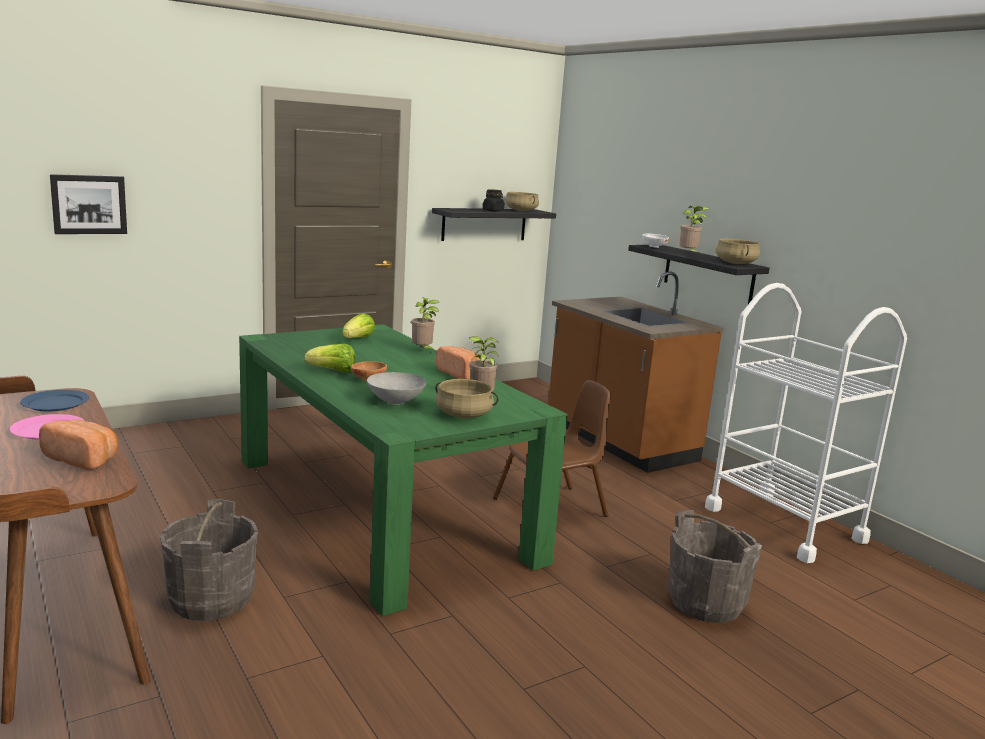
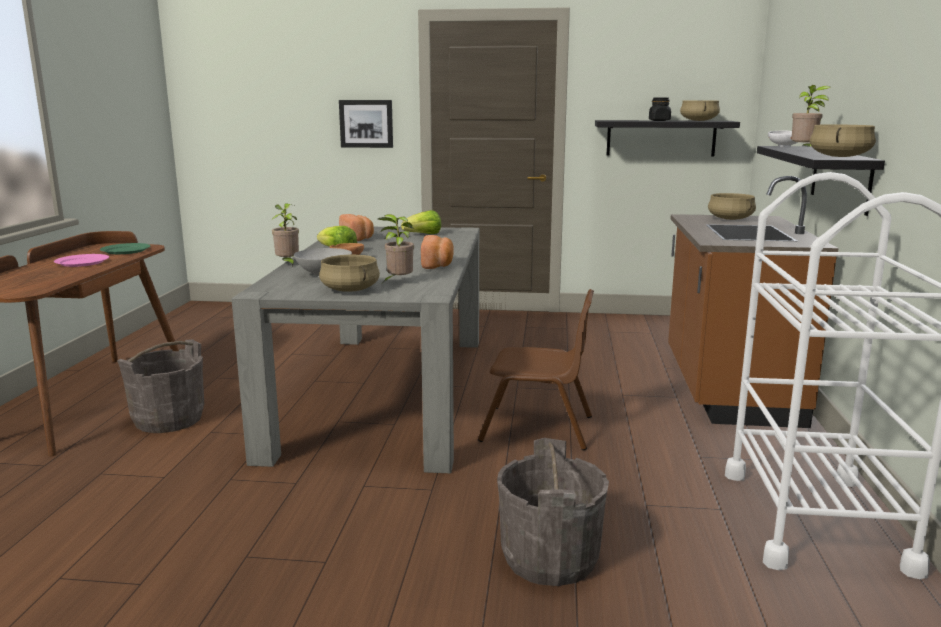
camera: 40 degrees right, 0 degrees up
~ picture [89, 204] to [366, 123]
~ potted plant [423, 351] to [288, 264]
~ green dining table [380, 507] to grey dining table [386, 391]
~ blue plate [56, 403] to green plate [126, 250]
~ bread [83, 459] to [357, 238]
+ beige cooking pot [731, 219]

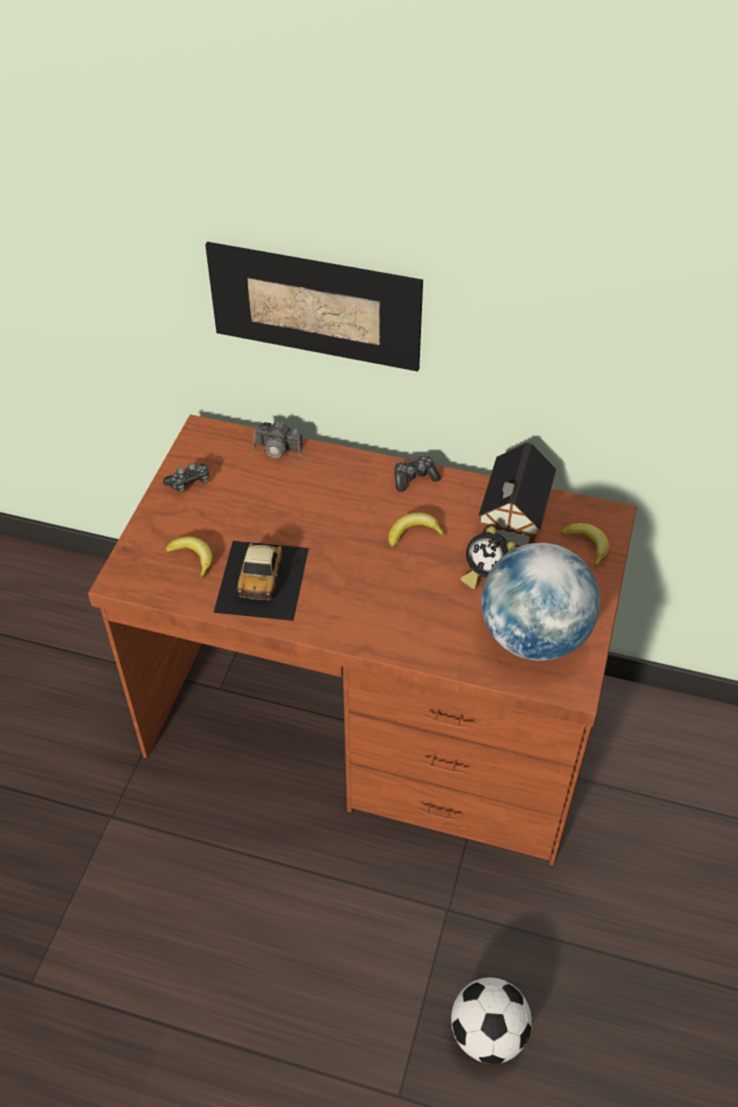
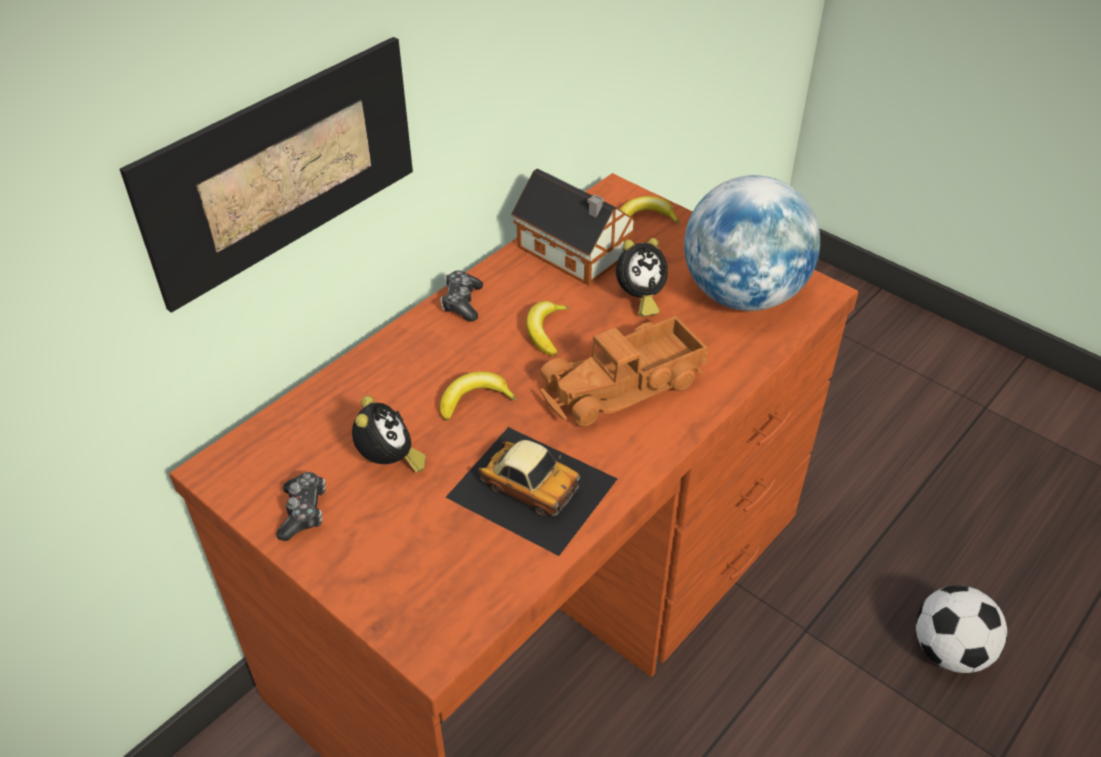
camera: 65 degrees left, 5 degrees down
- photo camera [281, 451]
~ banana [193, 558] to [474, 400]
+ toy truck [625, 386]
+ alarm clock [389, 462]

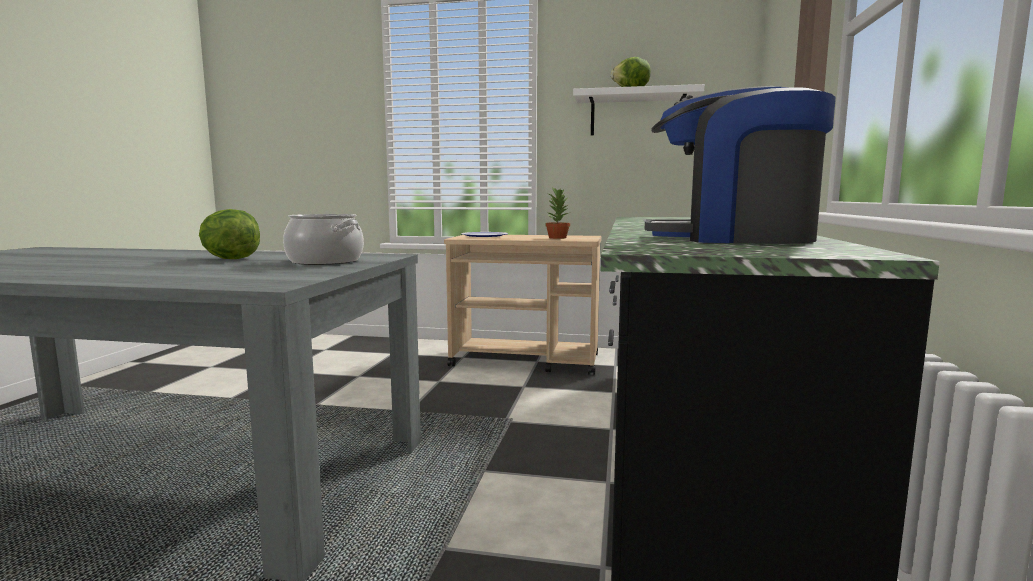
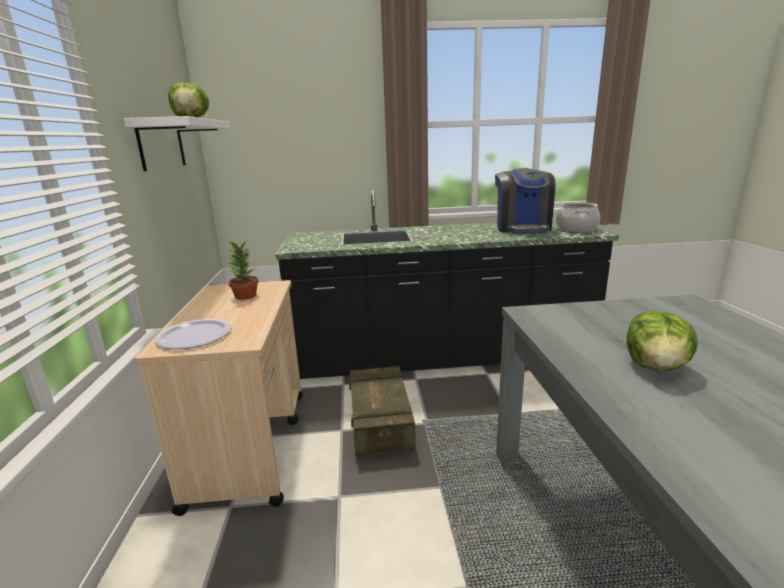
camera: 105 degrees left, 10 degrees up
~ cooking pot [324, 261] to [576, 229]
+ crate [380, 423]

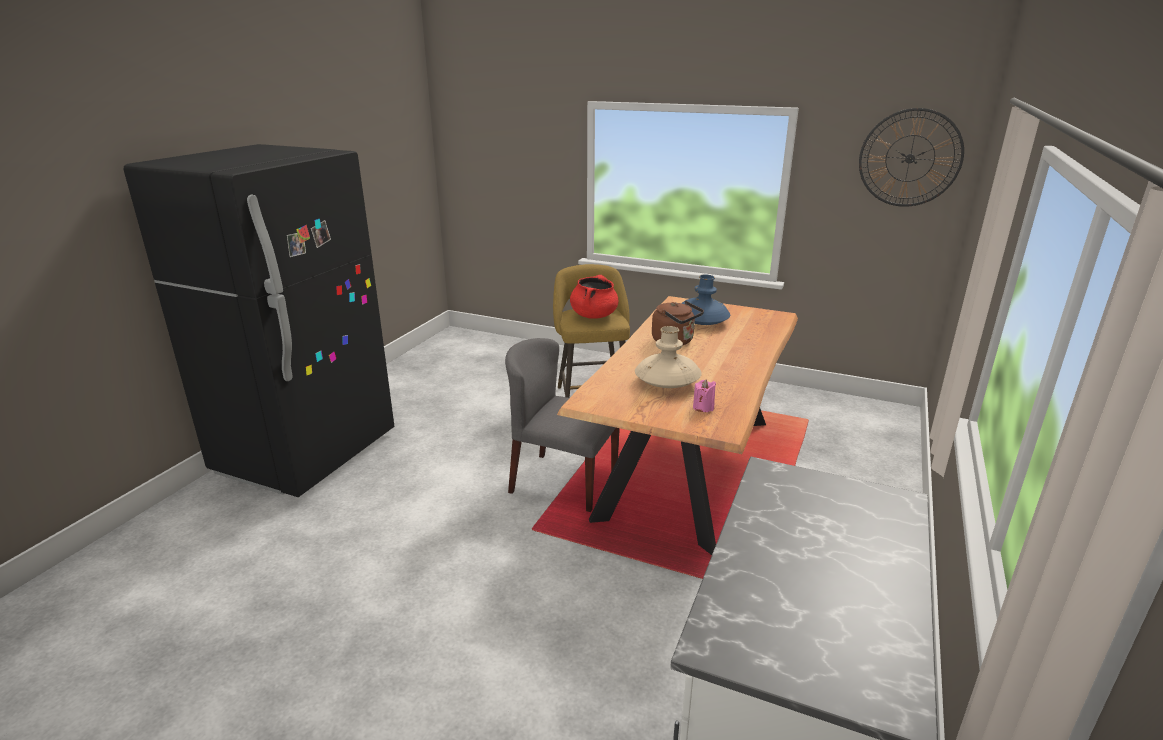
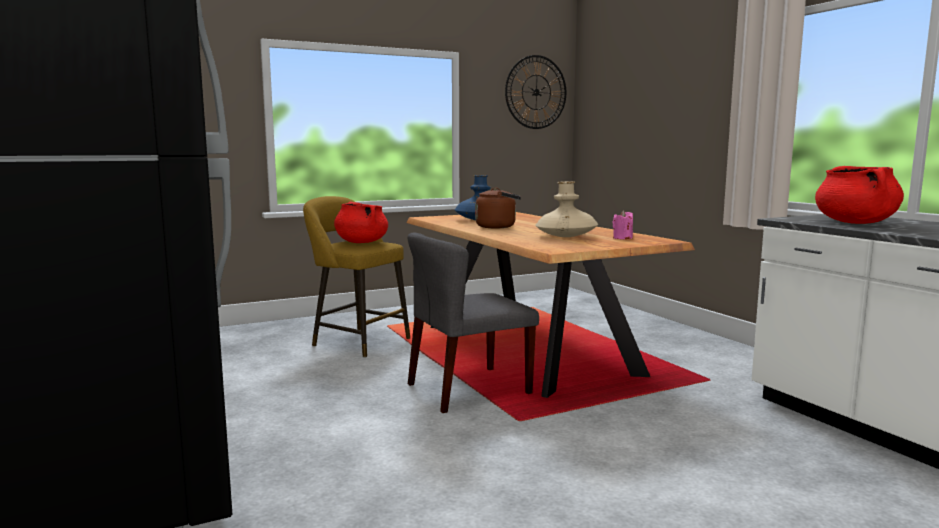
camera: 50 degrees left, 15 degrees down
+ red cooking pot [855, 223]

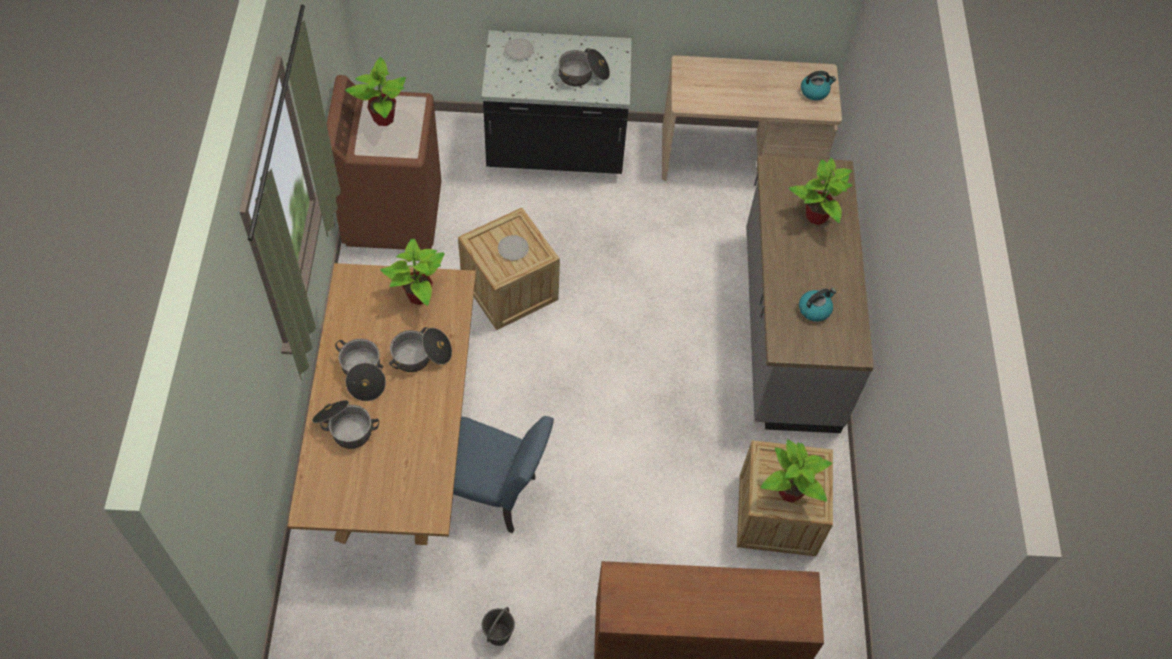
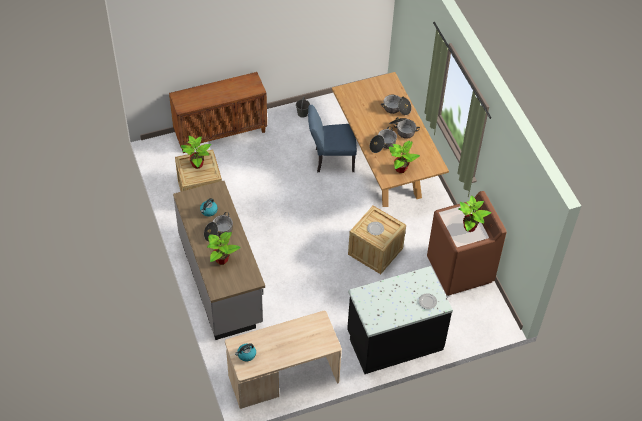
camera: 160 degrees right, 5 degrees down
~ cooking pot [583, 75] to [218, 232]

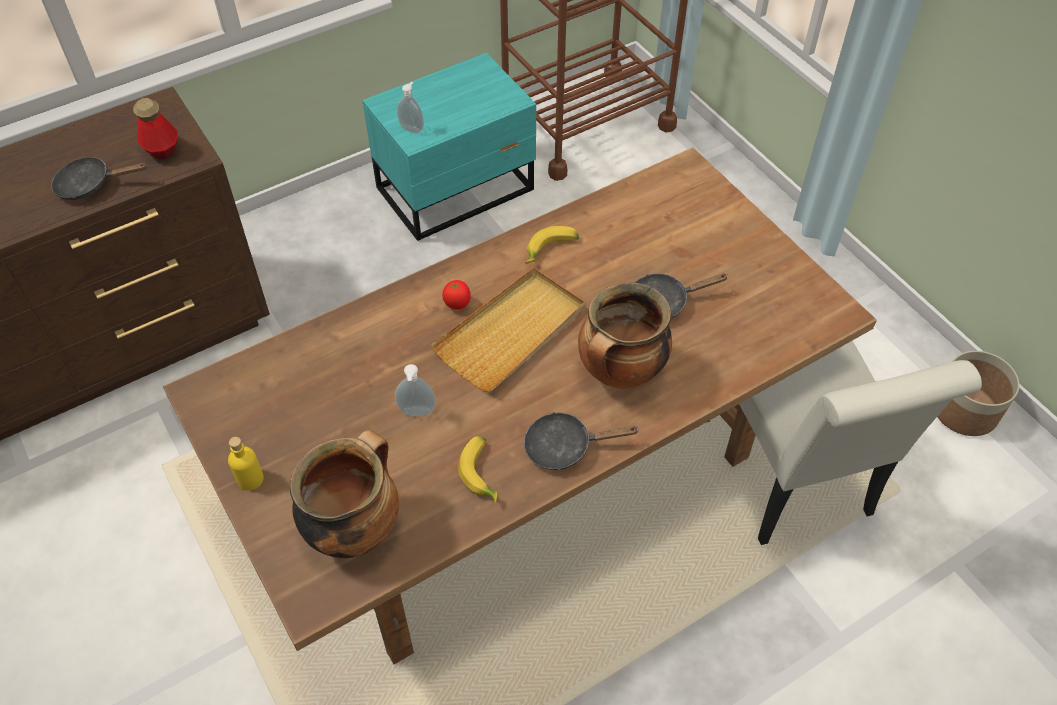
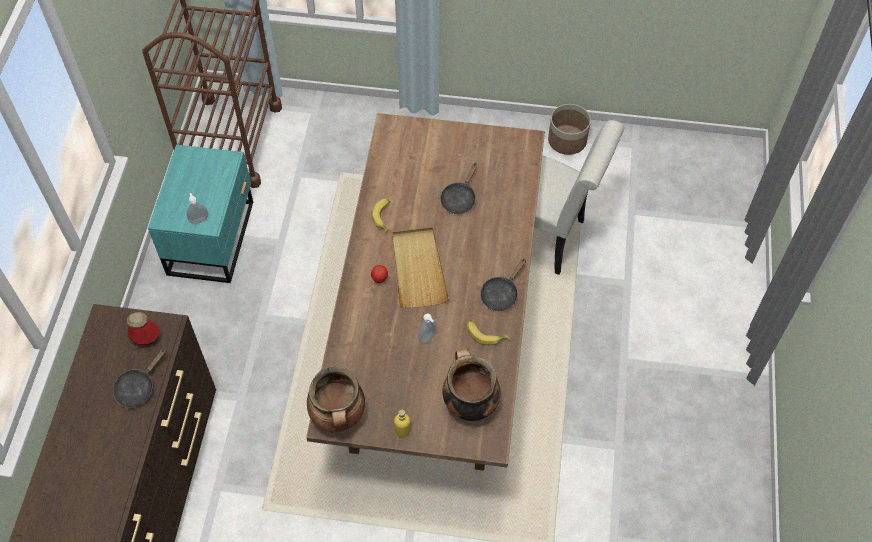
camera: 50 degrees left, 5 degrees up
~ cooking pot [620, 374] to [339, 417]

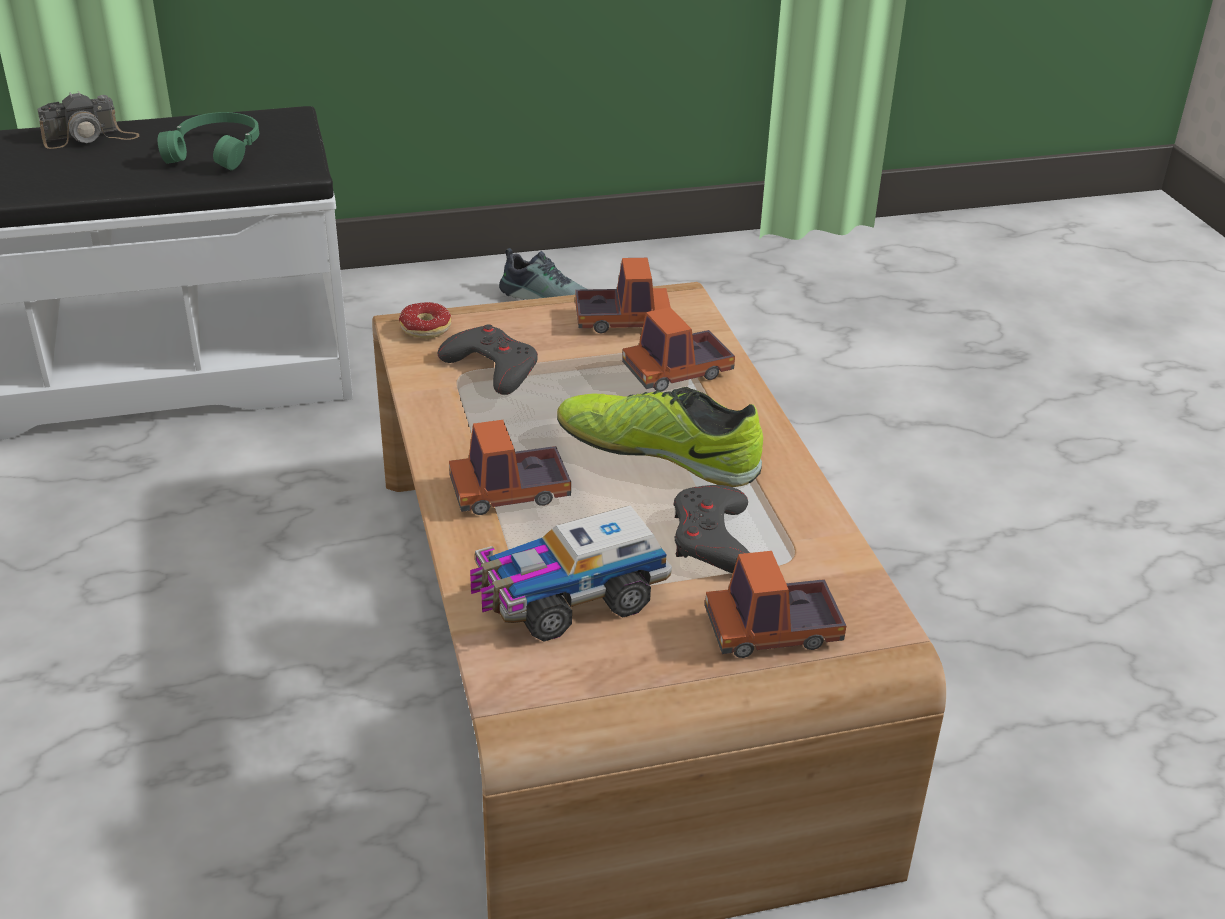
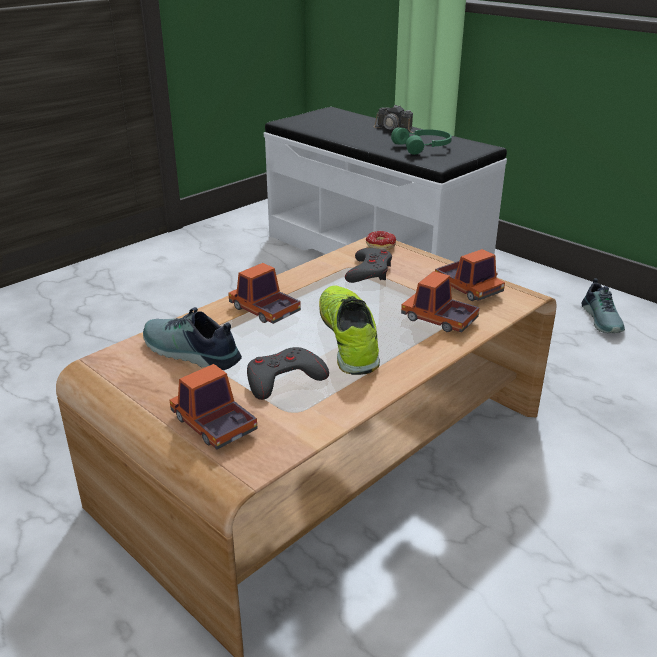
camera: 60 degrees right, 5 degrees down
~ toy truck [568, 599] to shoe [189, 353]

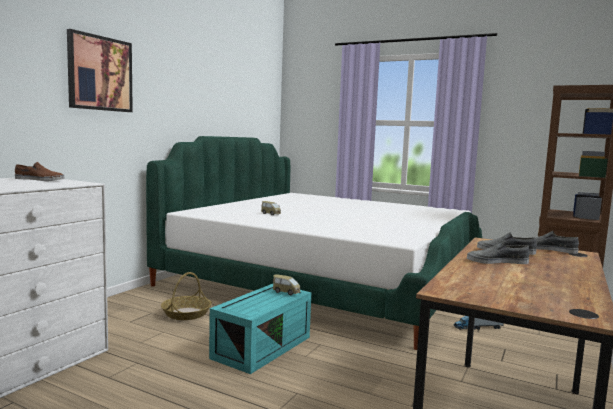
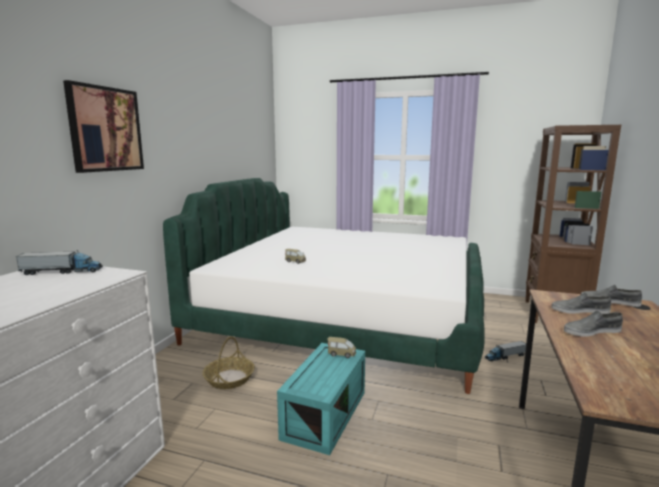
camera: 10 degrees left, 5 degrees up
~ brown shoe [39, 180] to toy truck [62, 272]

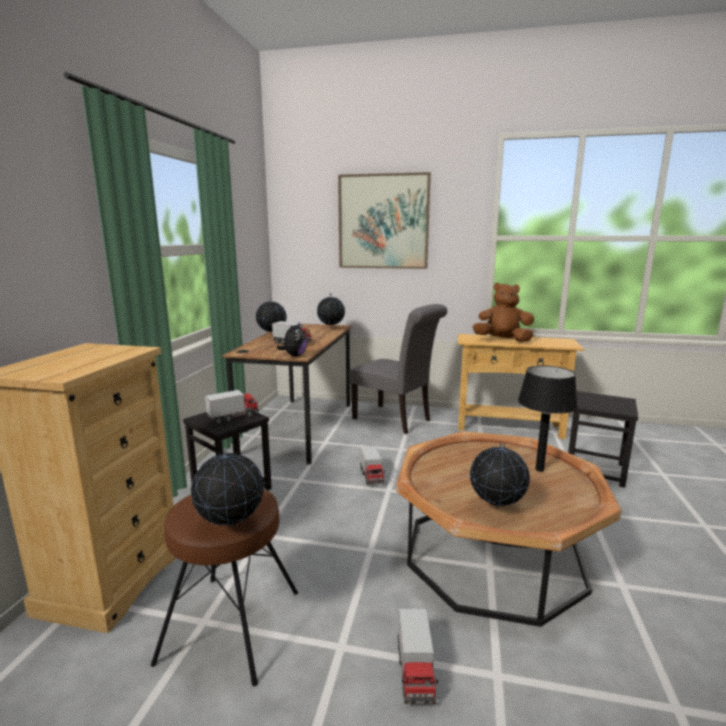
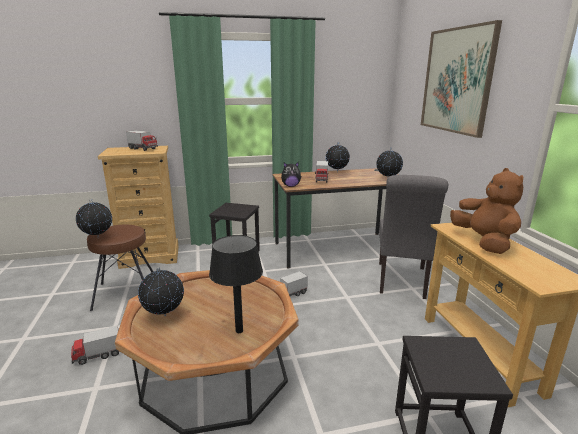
camera: 65 degrees right, 5 degrees up
~ toy truck [233, 418] to [143, 149]

